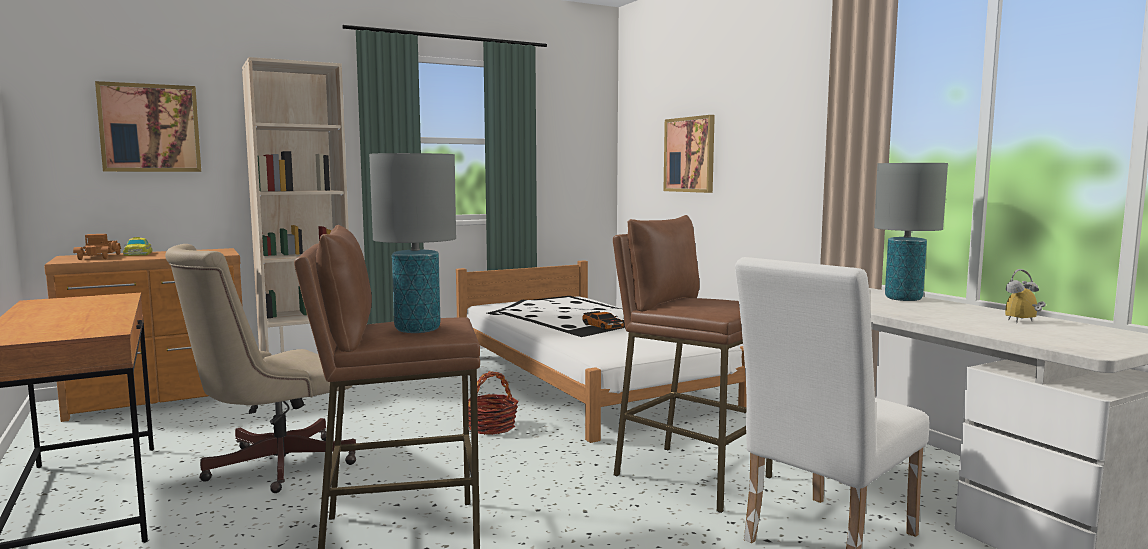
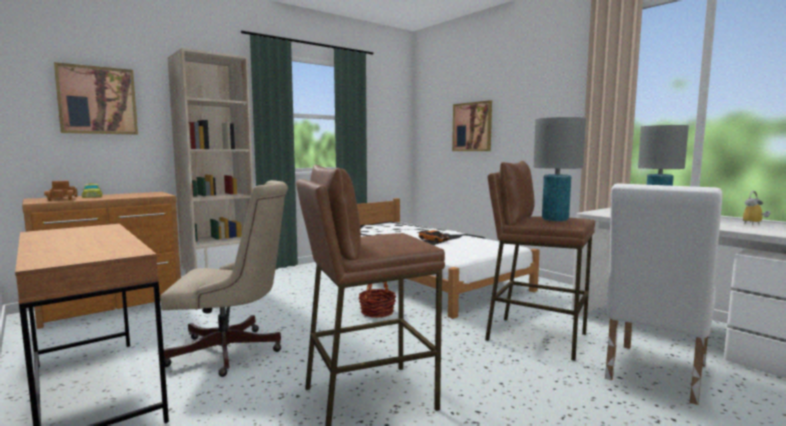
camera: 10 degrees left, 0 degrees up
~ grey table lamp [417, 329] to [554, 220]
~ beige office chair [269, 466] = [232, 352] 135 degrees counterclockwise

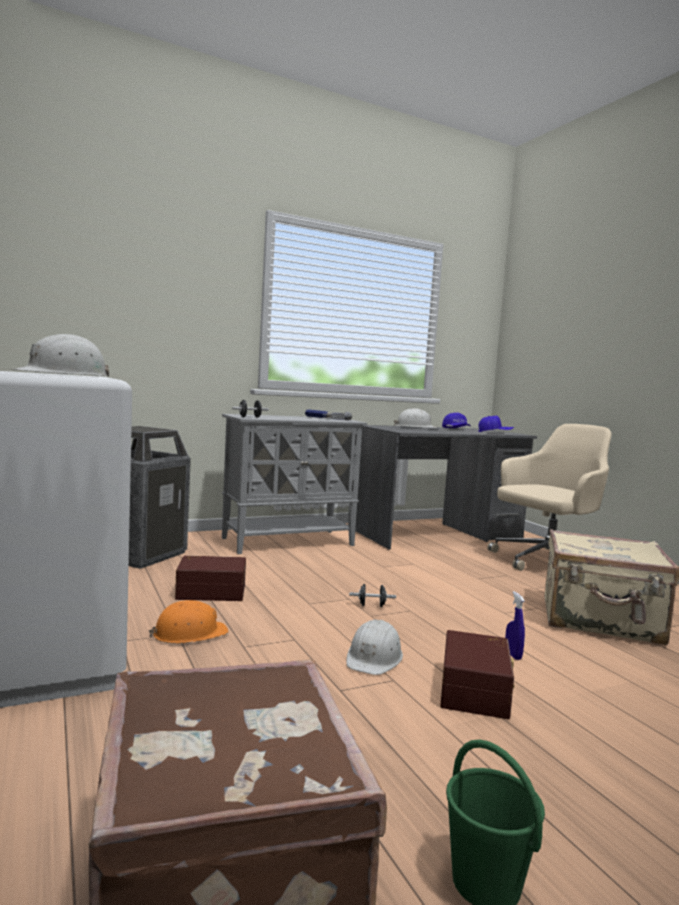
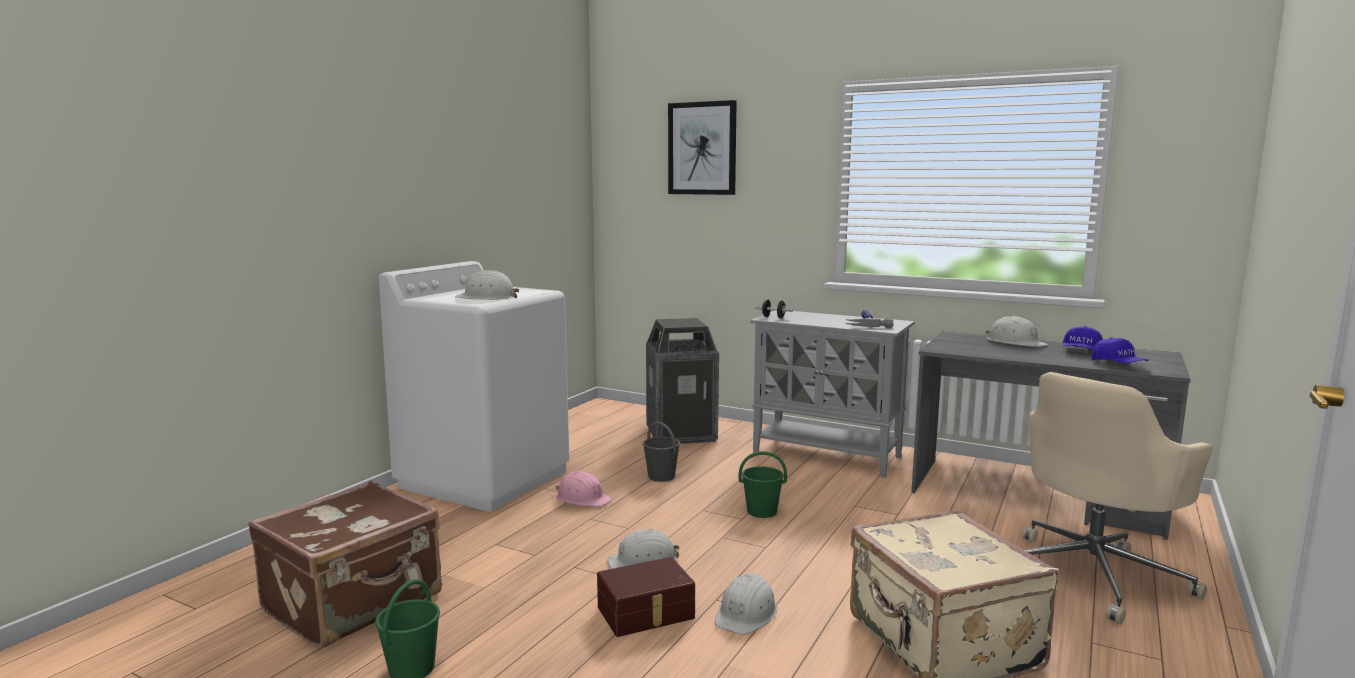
camera: 55 degrees right, 5 degrees up
~ beige office chair [546, 563] = [1094, 575] 120 degrees clockwise
~ brown storage box [211, 591] to grey bucket [661, 476]
- black dumbbell [371, 605]
~ blue spray bottle [513, 655] to white hard hat [746, 613]
~ orange hard hat [189, 633] to pink hard hat [583, 498]
+ picture [702, 148]
+ green bucket [762, 511]

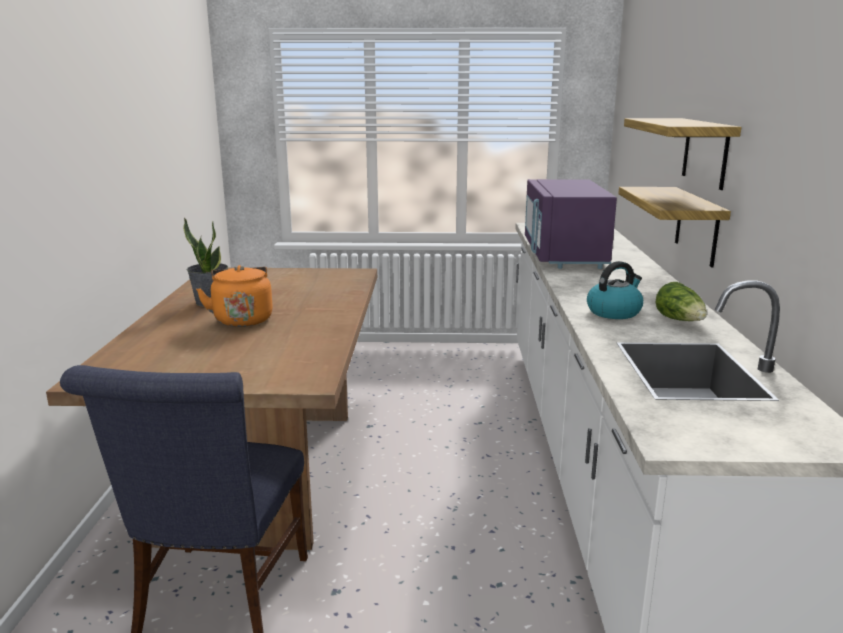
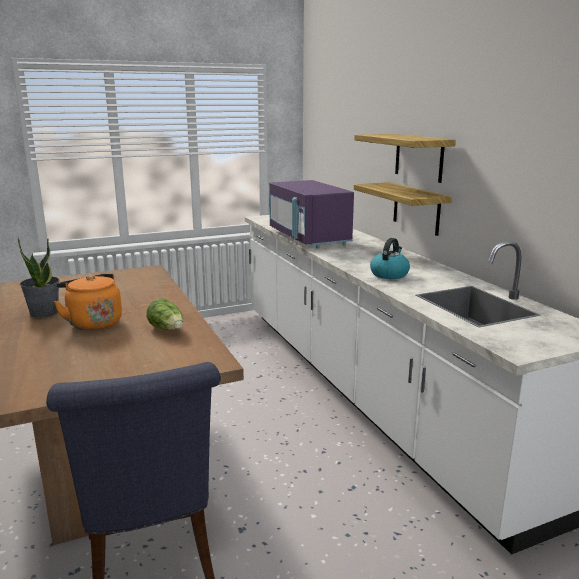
camera: 25 degrees left, 0 degrees up
~ lettuce [680, 321] to [168, 329]

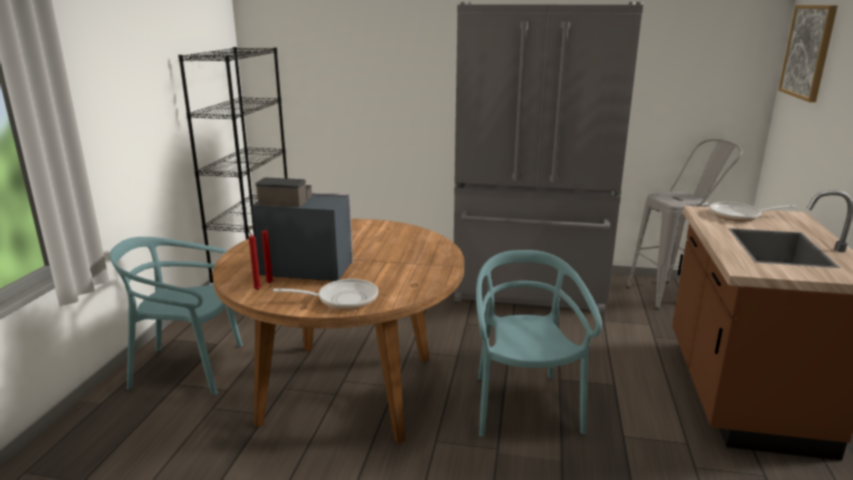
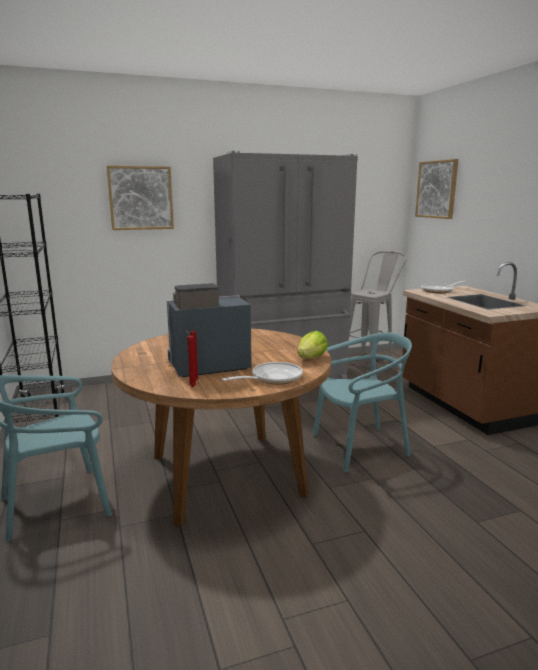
camera: 30 degrees left, 5 degrees down
~ turquoise chair [523, 405] = [359, 447] 105 degrees clockwise
+ picture [141, 198]
+ lettuce [311, 358]

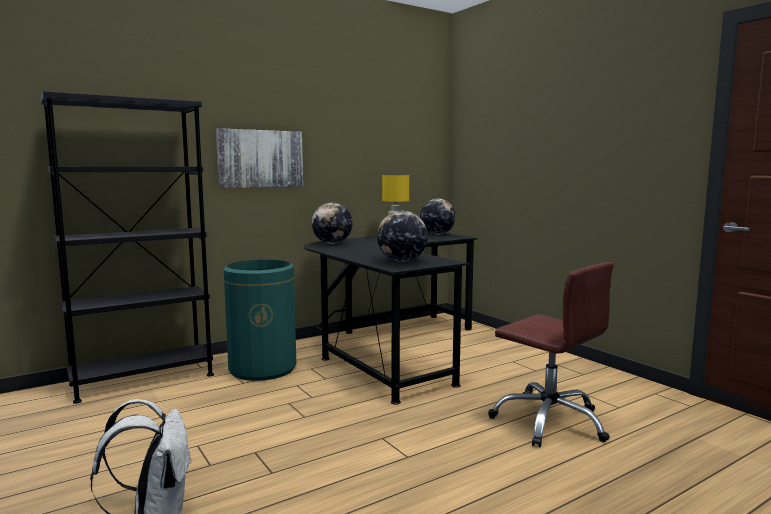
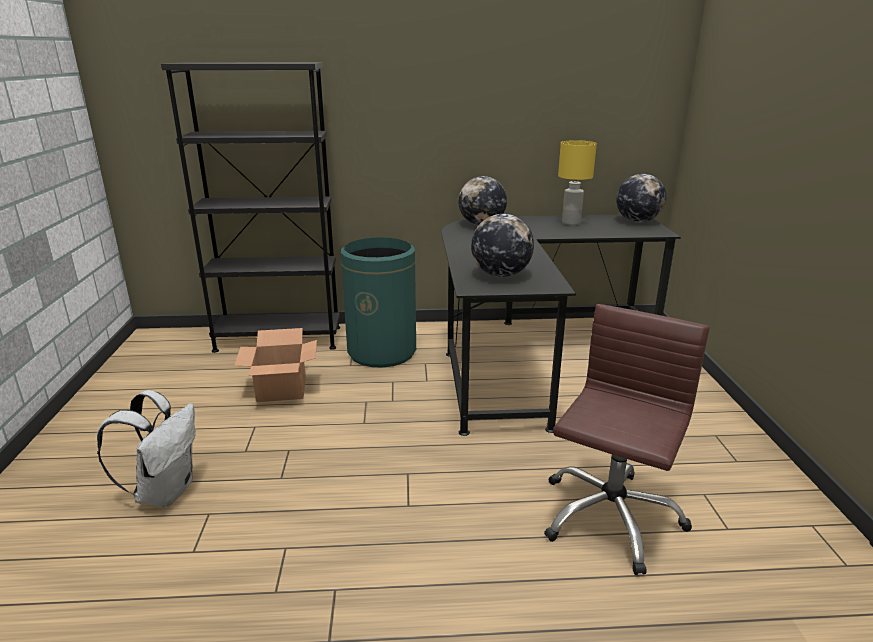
camera: 30 degrees right, 15 degrees up
- picture [260, 159]
~ brown office chair [549, 421] = [609, 516] 135 degrees counterclockwise
+ cardboard box [282, 389]

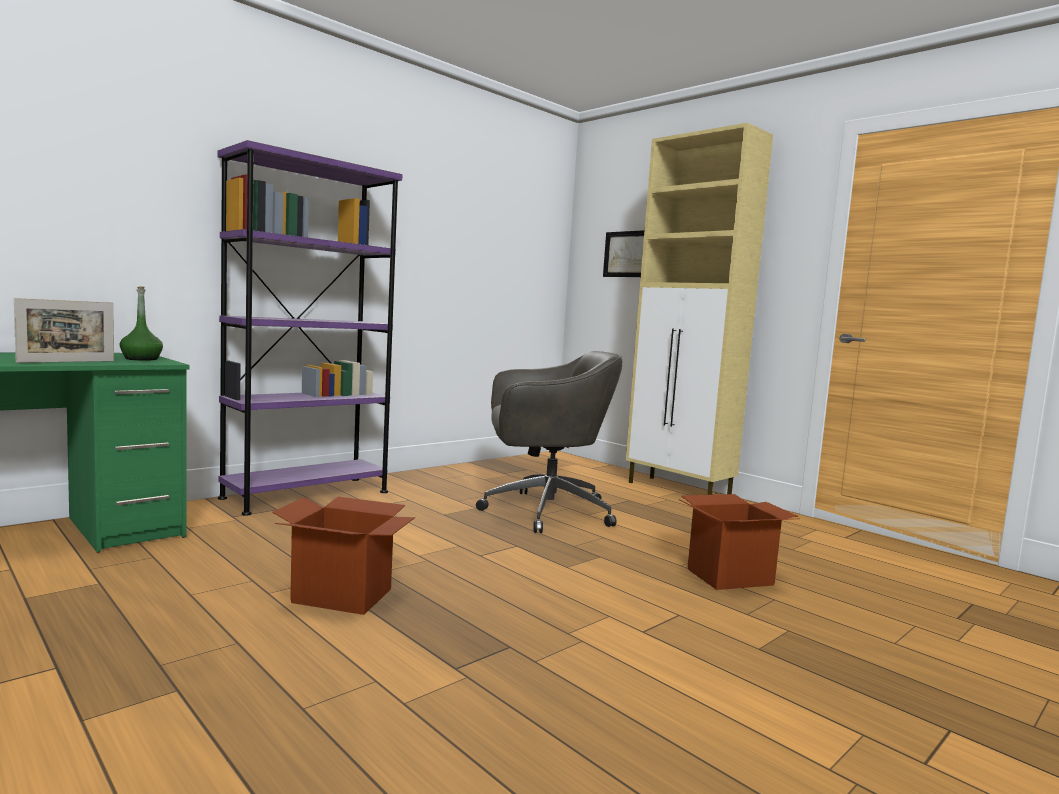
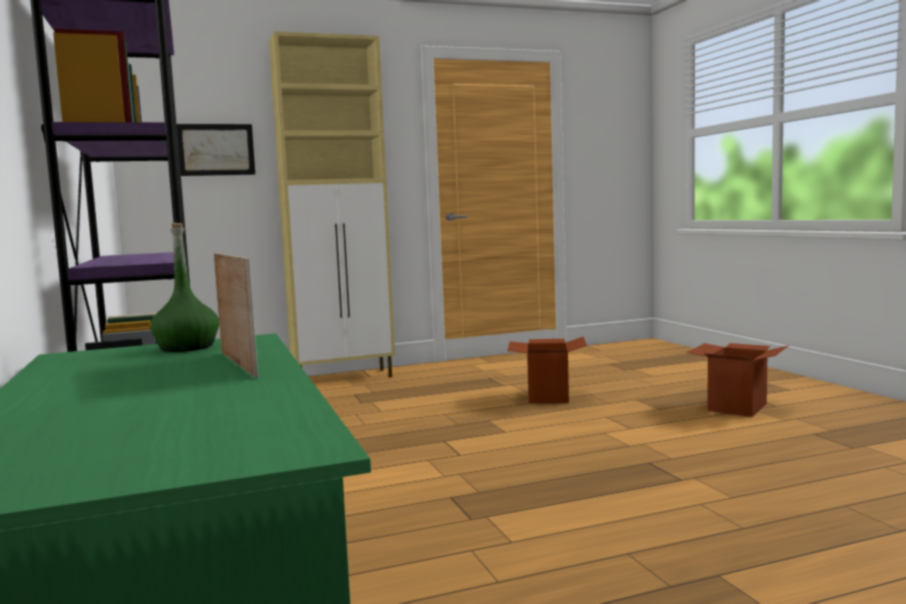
camera: 65 degrees left, 0 degrees up
- grey office chair [543, 511]
~ cardboard box [343, 596] to [737, 407]

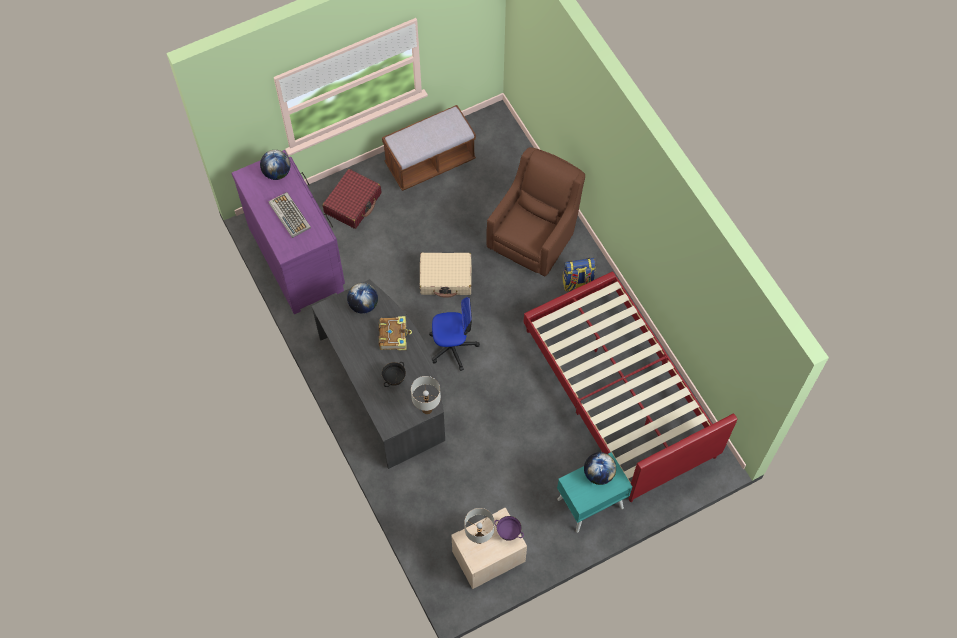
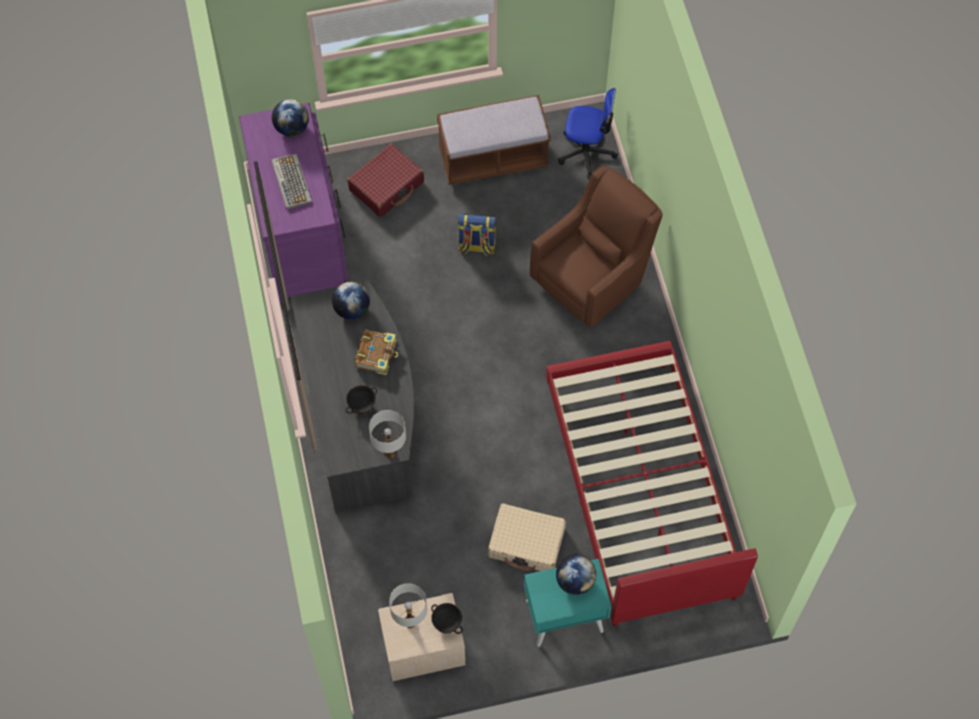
camera: 15 degrees right, 0 degrees up
~ beige suitcase [446, 278] to [527, 543]
~ backpack [577, 283] to [476, 246]
~ office chair [452, 347] to [586, 152]
~ purple bowl [508, 532] to black bowl [447, 623]

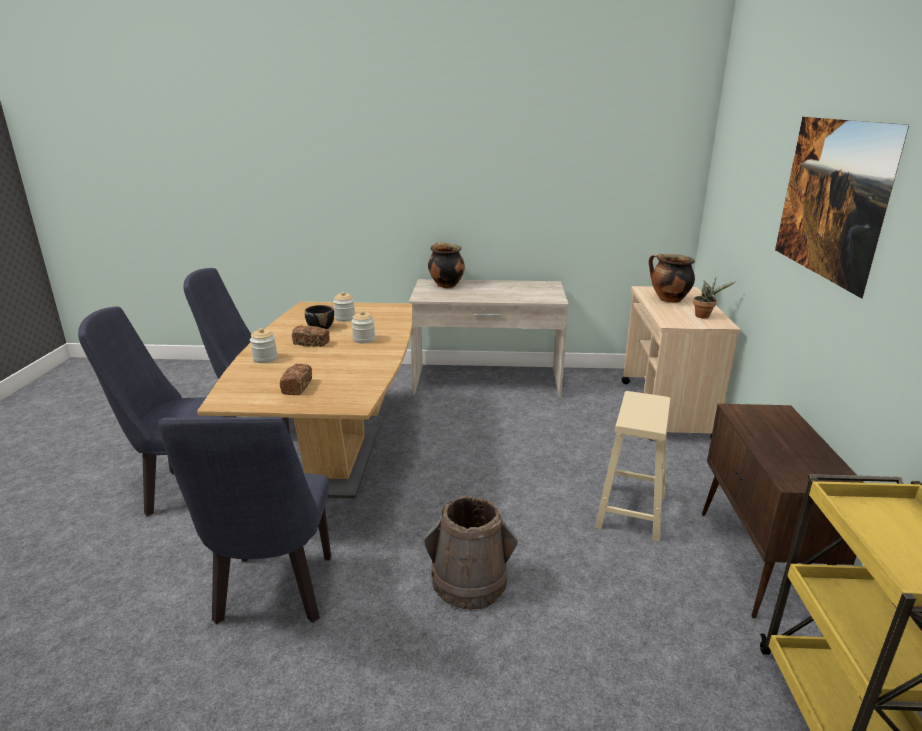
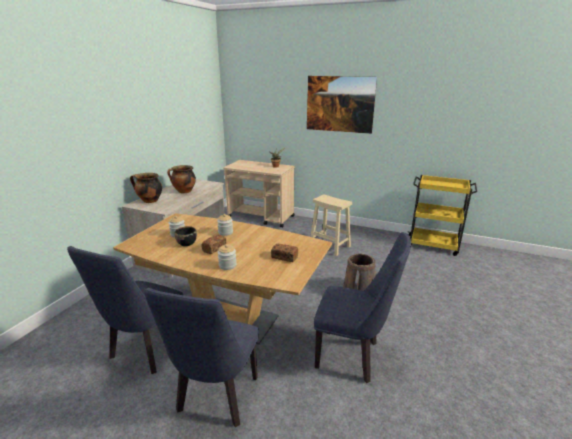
camera: 70 degrees left, 0 degrees up
~ cooking pot [668, 300] to [184, 192]
- brown cabinet [758, 563]

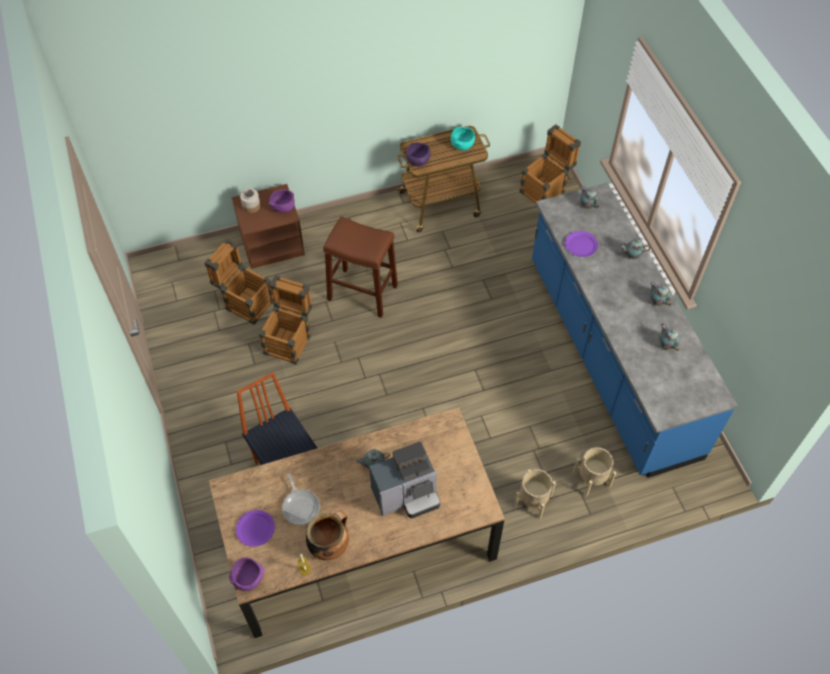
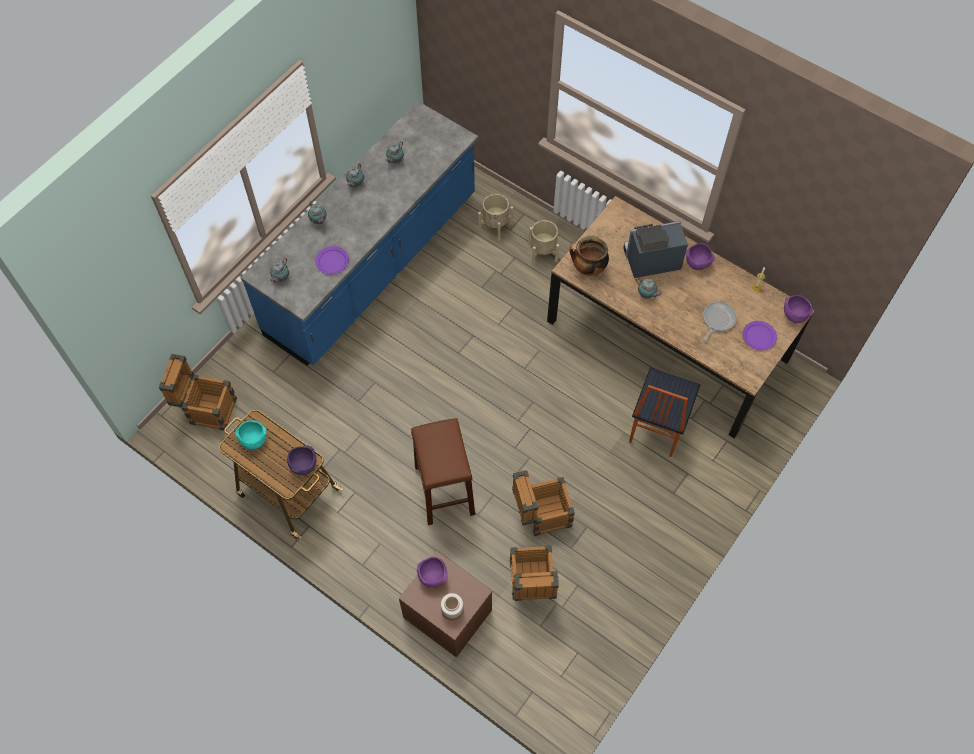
camera: 125 degrees left, 5 degrees up
~ coffee machine [407, 495] = [650, 260] 45 degrees counterclockwise
~ cooking pot [329, 545] to [587, 269]
+ purple bowl [698, 263]

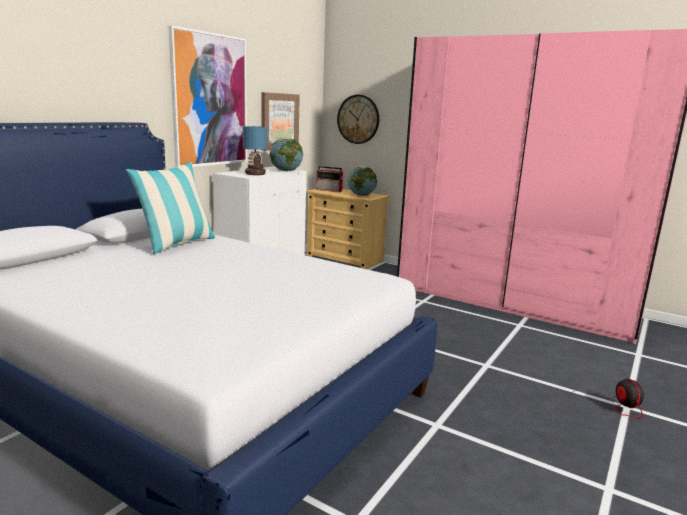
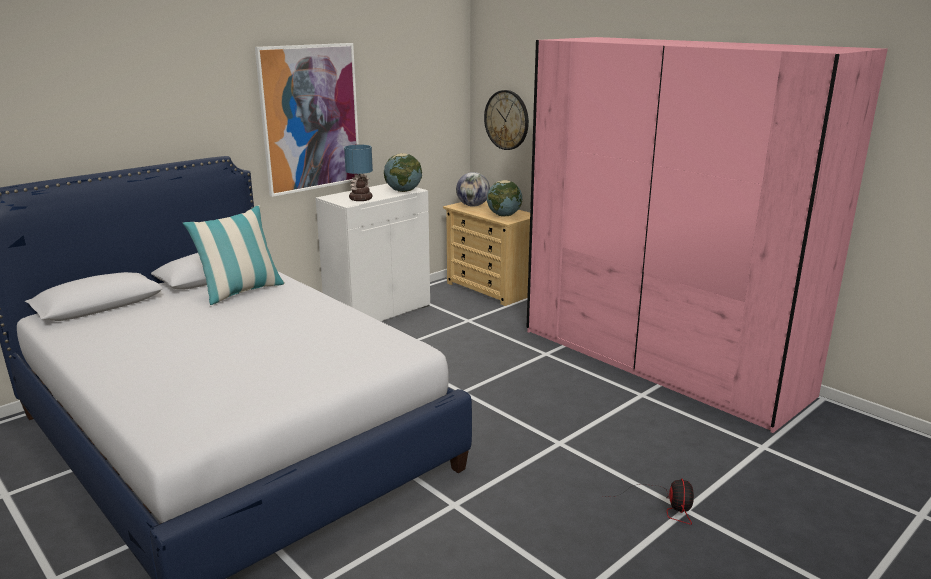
camera: 15 degrees right, 5 degrees up
- picture [279, 121]
~ radio [330, 190] to globe [473, 205]

